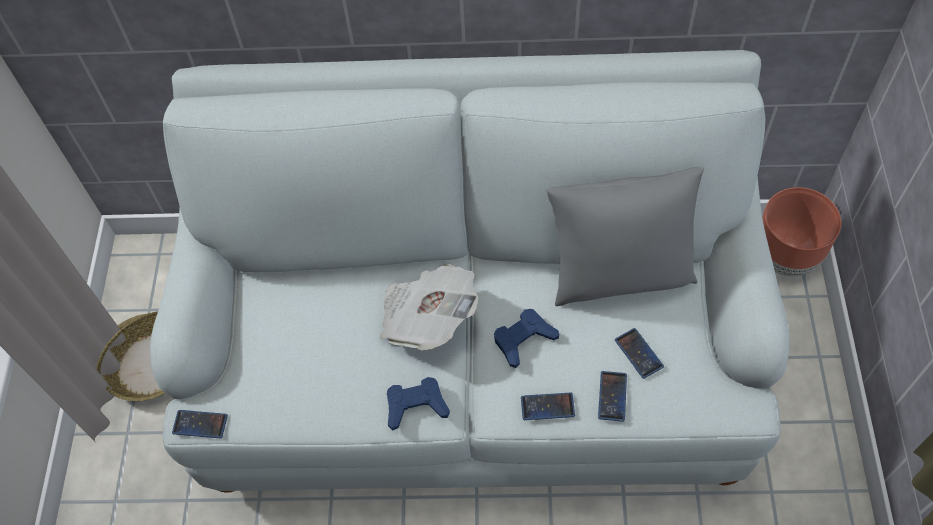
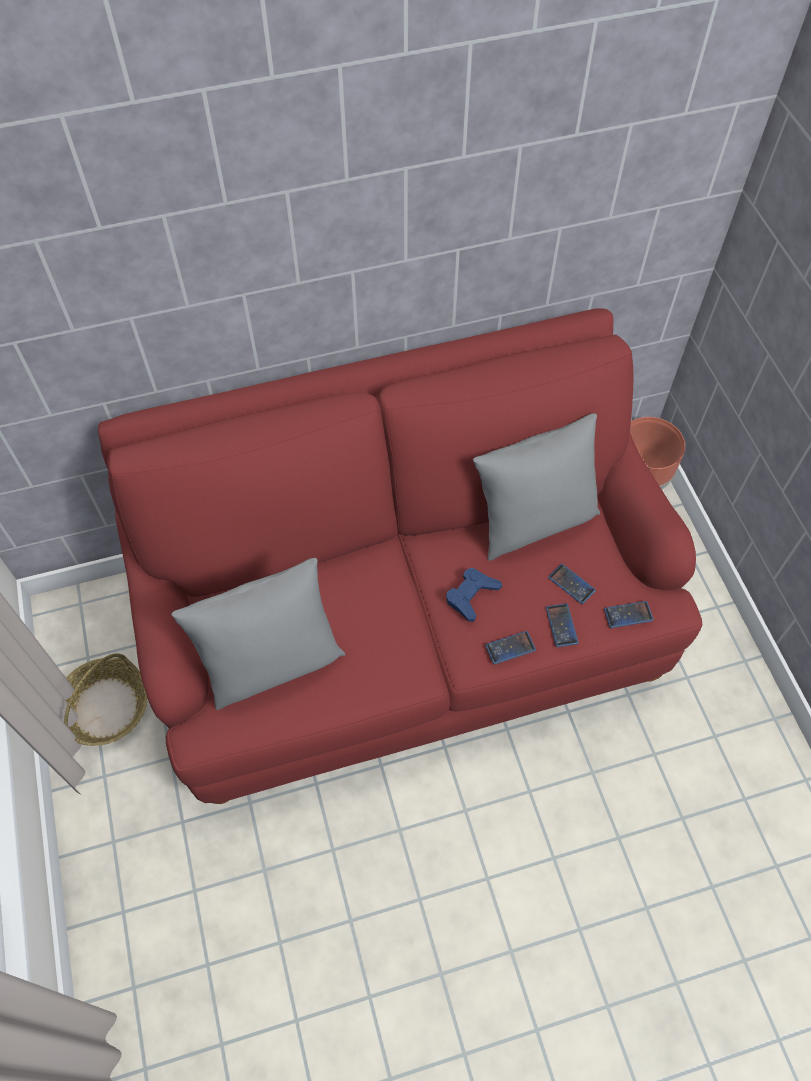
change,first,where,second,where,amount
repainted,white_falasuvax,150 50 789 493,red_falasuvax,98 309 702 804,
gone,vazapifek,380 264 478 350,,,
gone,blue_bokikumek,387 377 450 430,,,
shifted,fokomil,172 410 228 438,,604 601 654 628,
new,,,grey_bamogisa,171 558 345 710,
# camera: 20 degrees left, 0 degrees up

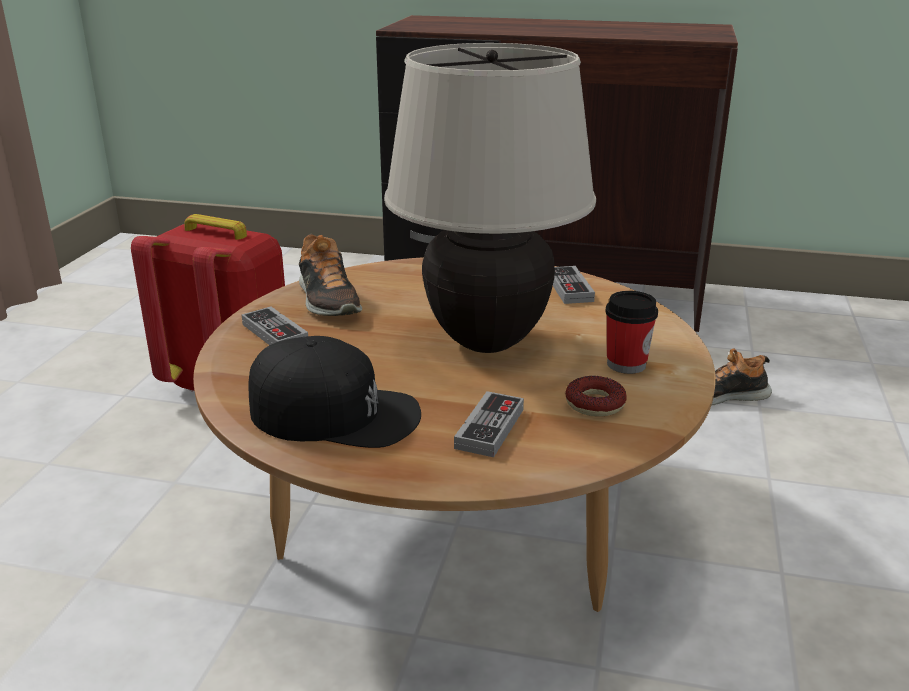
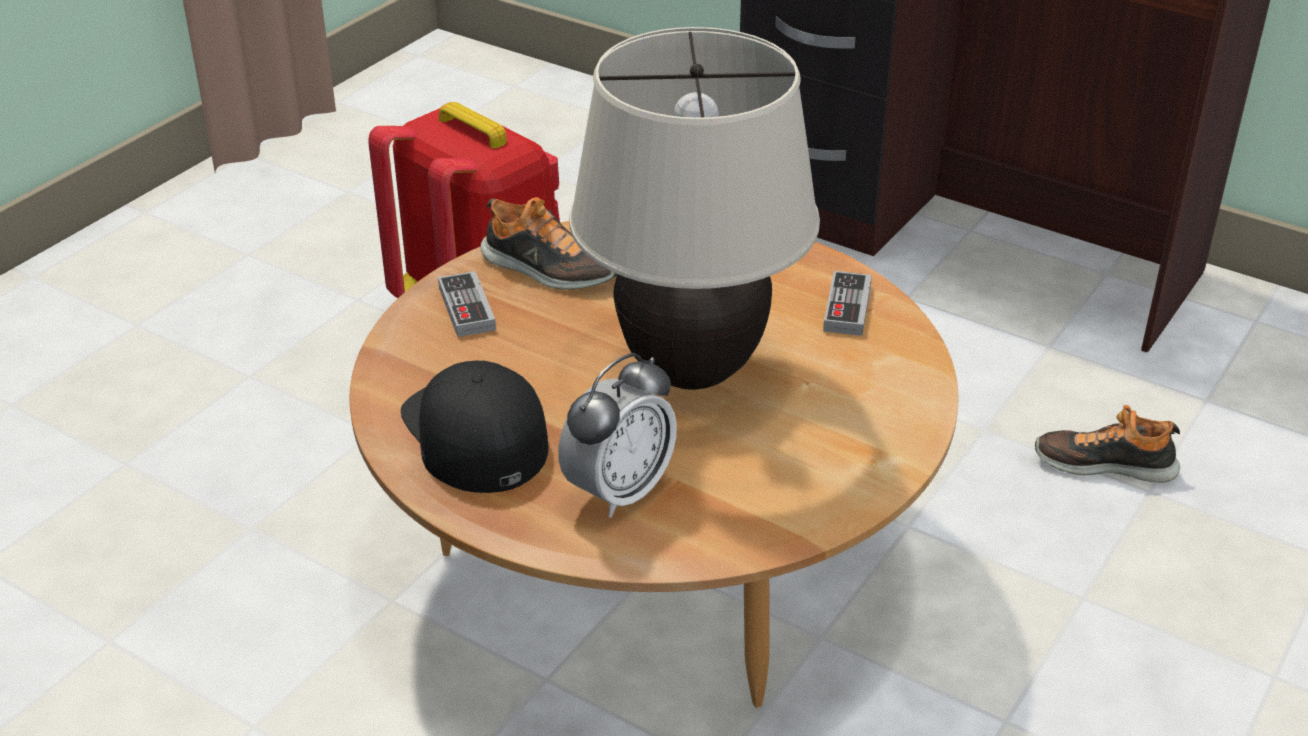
change,first,where,second,where,amount
rotated,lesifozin,299 234 362 316,,481 197 617 290,60 degrees counterclockwise
gone,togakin,605 291 658 374,,,
rotated,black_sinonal,249 336 421 448,,401 360 549 493,150 degrees counterclockwise
gone,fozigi,565 376 627 417,,,
swapped,bokikumek,454 391 524 457,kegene,558 353 677 518,
# camera: 20 degrees right, 10 degrees up

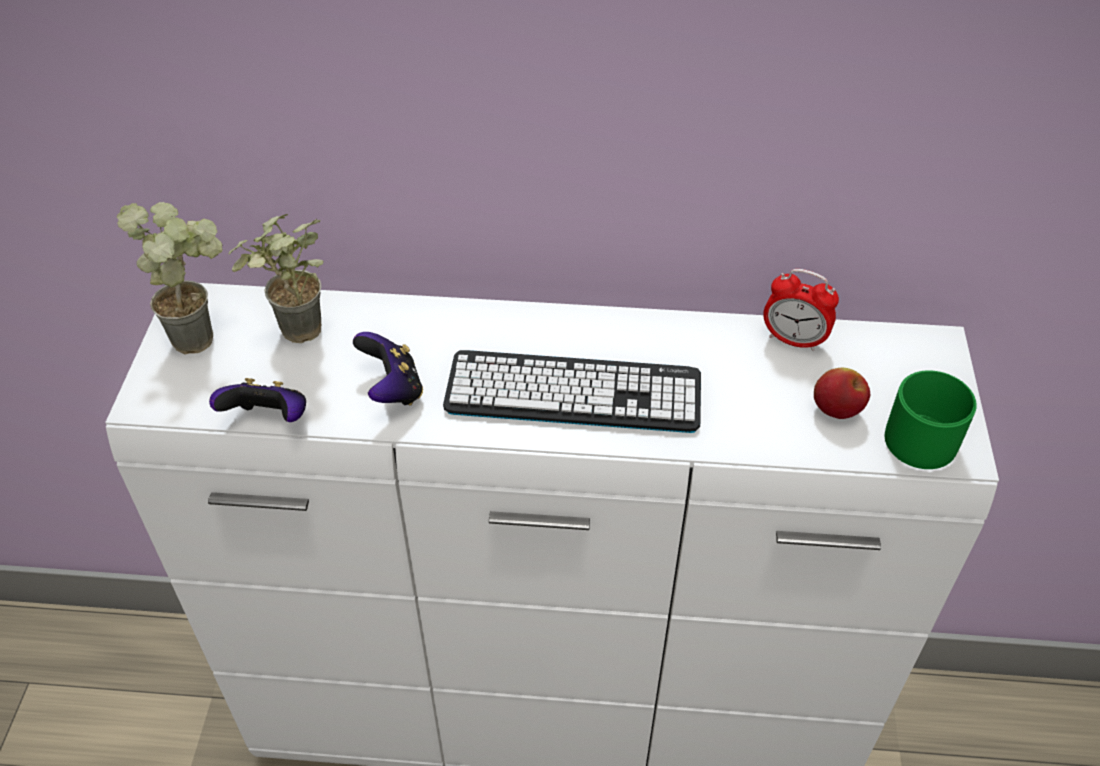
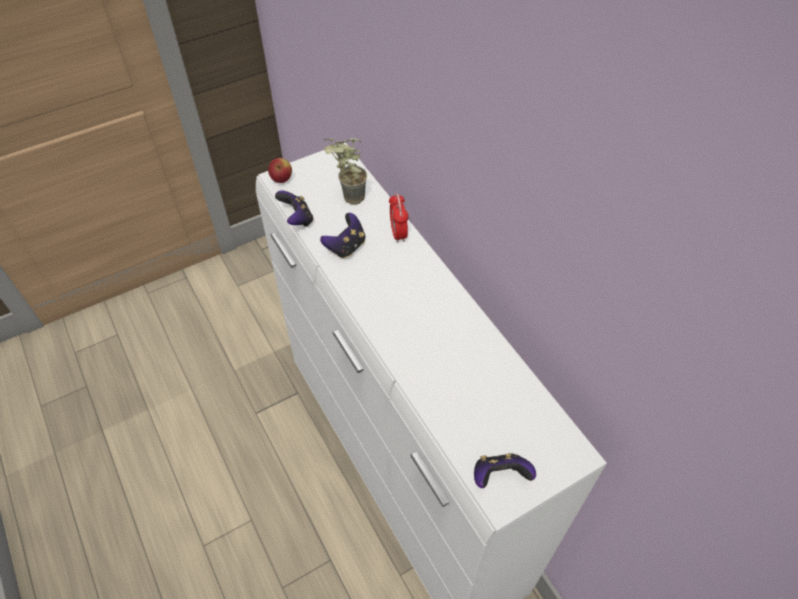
change,first,where,second,where,amount
gone,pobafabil,117 202 222 355,,,
shifted,kegene,763 269 839 351,,389 193 409 243,
gone,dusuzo,443 350 701 433,,,
shifted,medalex,814 368 870 419,,268 158 292 183,
swapped,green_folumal,885 370 977 469,bokikumek,474 454 536 488,
# camera: 55 degrees right, 5 degrees up

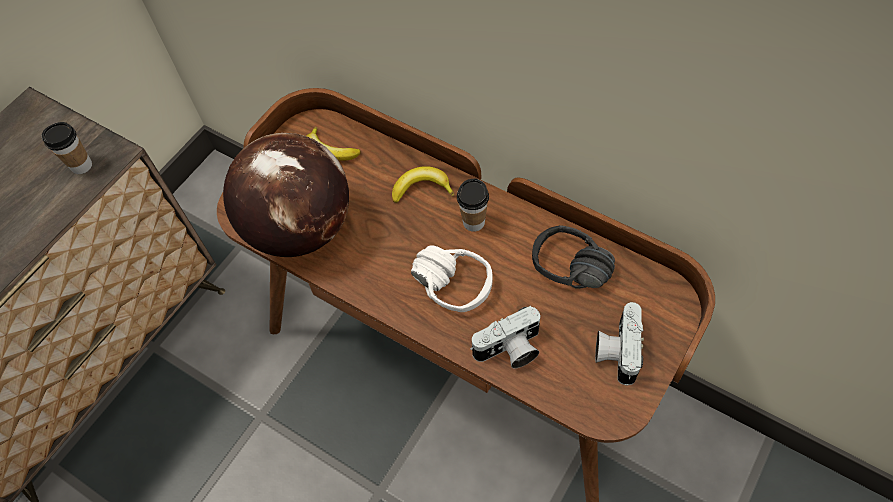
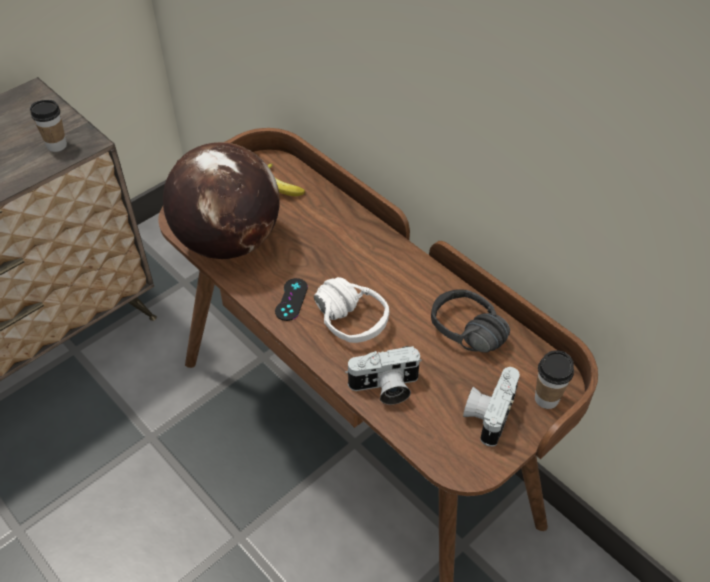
change,first,where,second,where,amount
gone,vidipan,392 166 454 203,,,
shifted,togakin,457 179 489 232,,535 350 574 409,
new,,,black_bokikumek,275 278 308 321,
# camera: 10 degrees right, 10 degrees down

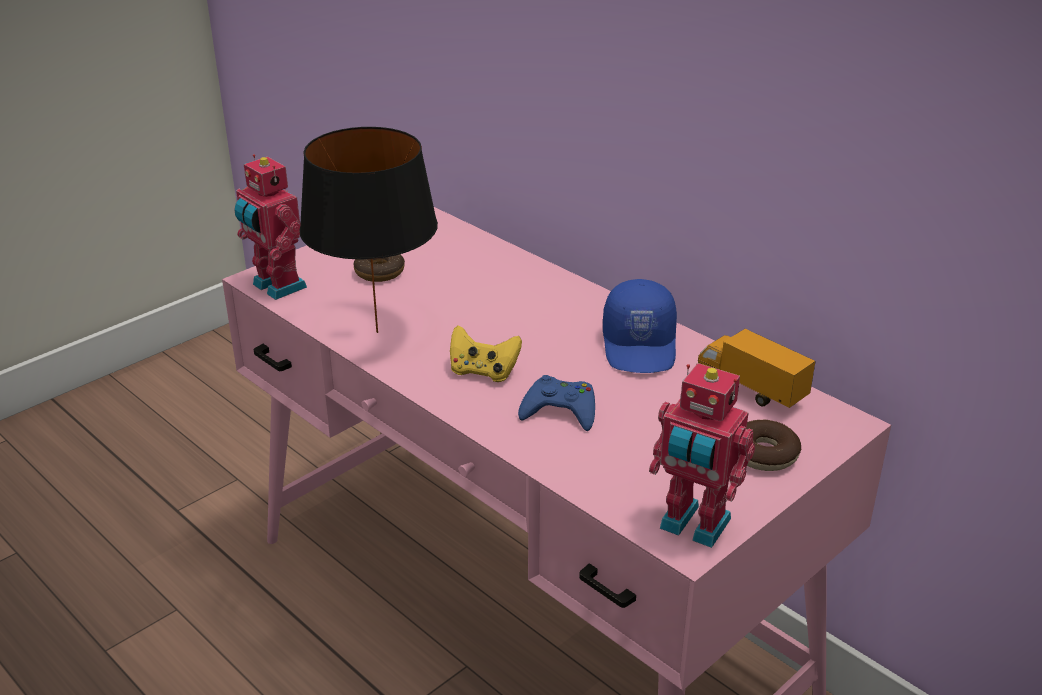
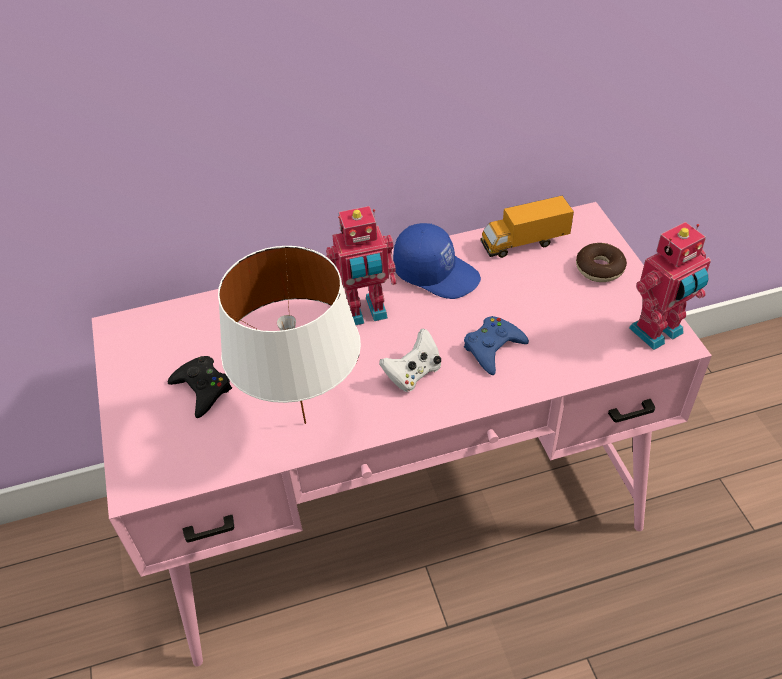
change,first,where,second,where,amount
repainted,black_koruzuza,299 127 438 333,white_koruzuza,218 246 361 424,
shifted,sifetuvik,234 154 307 300,,326 206 396 325,
swapped,fozigi,354 254 405 282,black_bokikumek,168 356 232 418,
repainted,yellow_bokikumek,450 325 522 382,white_bokikumek,379 328 441 392,
# camera: 60 degrees left, 15 degrees up

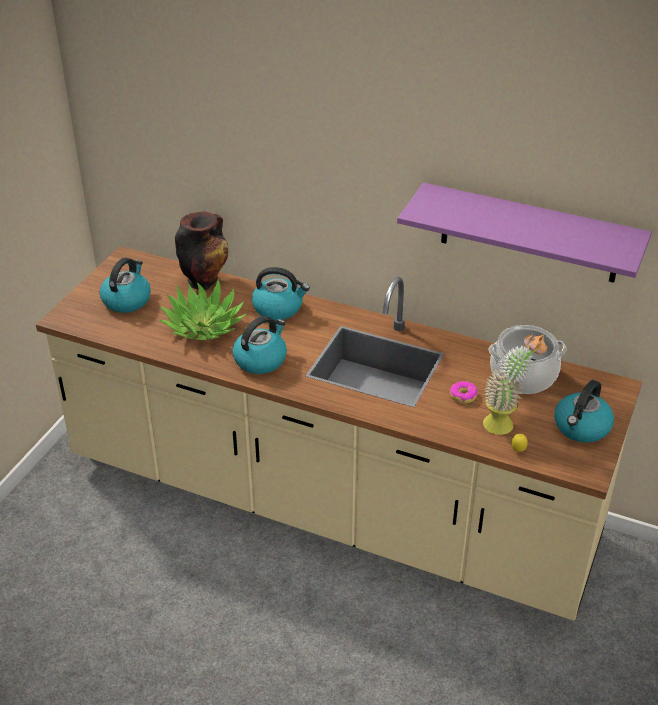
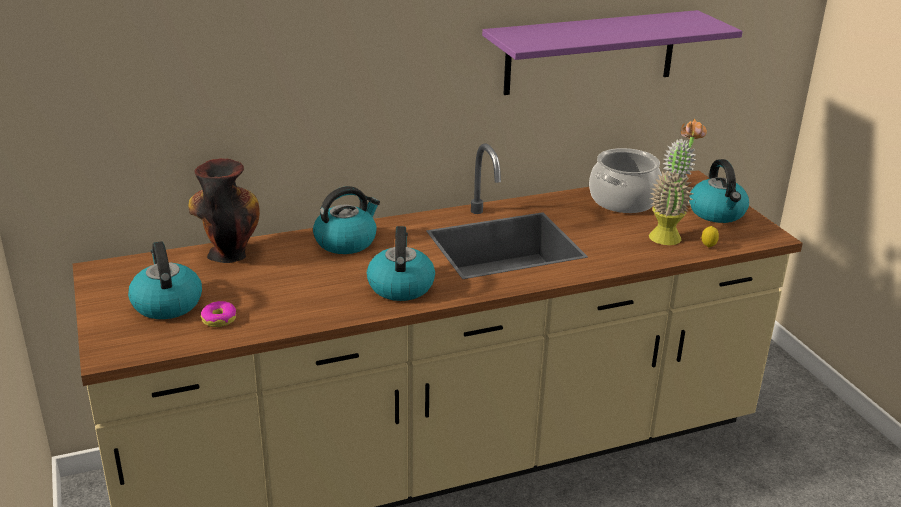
change,first,where,second,where,amount
gone,pobafabil,159 279 246 340,,,
shifted,fozigi,450 381 478 403,,201 301 236 327,
# camera: 45 degrees left, 10 degrees down

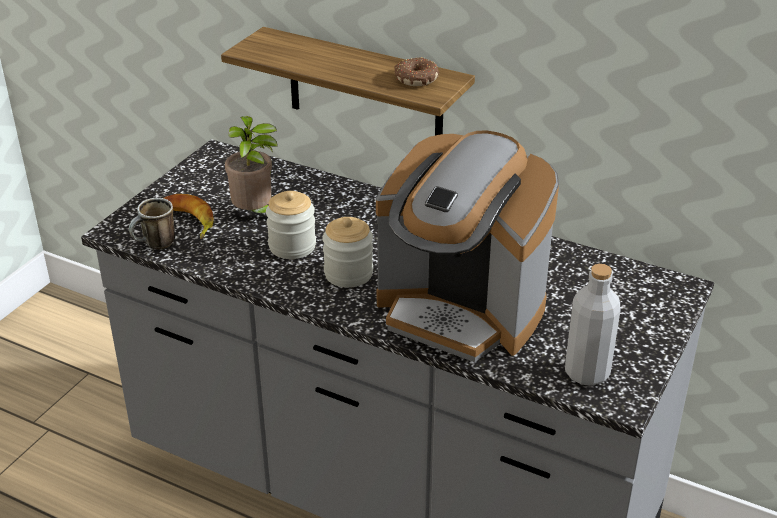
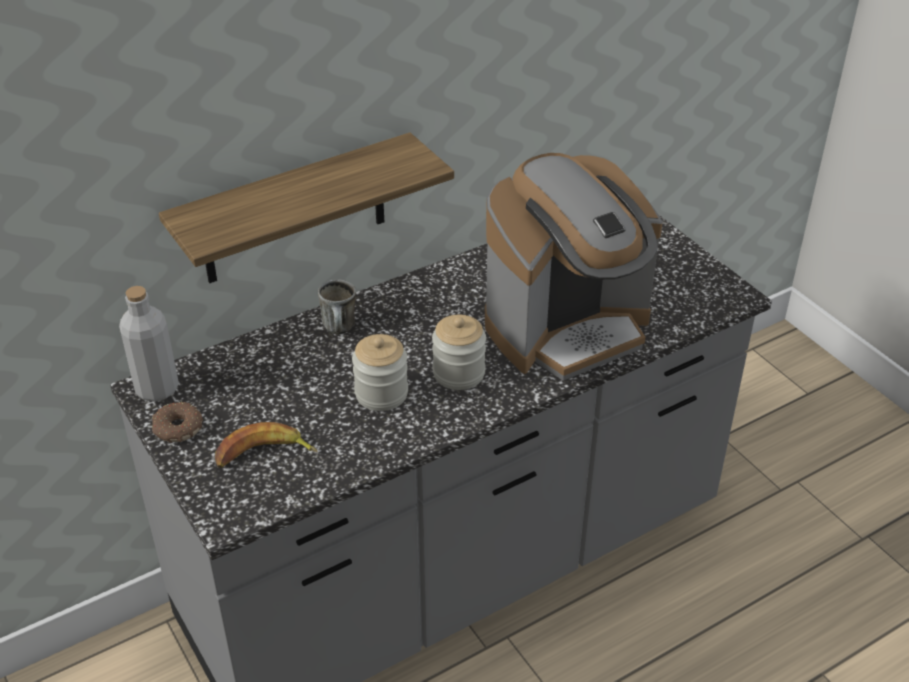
change,first,where,second,where,amount
shifted,fozigi,394 57 439 86,,152 401 203 443,
gone,pobafabil,225 116 278 213,,,
shifted,folumal,129 198 175 250,,318 279 356 334,
shifted,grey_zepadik,565 264 620 386,,119 286 179 401,
# camera: 60 degrees left, 5 degrees up

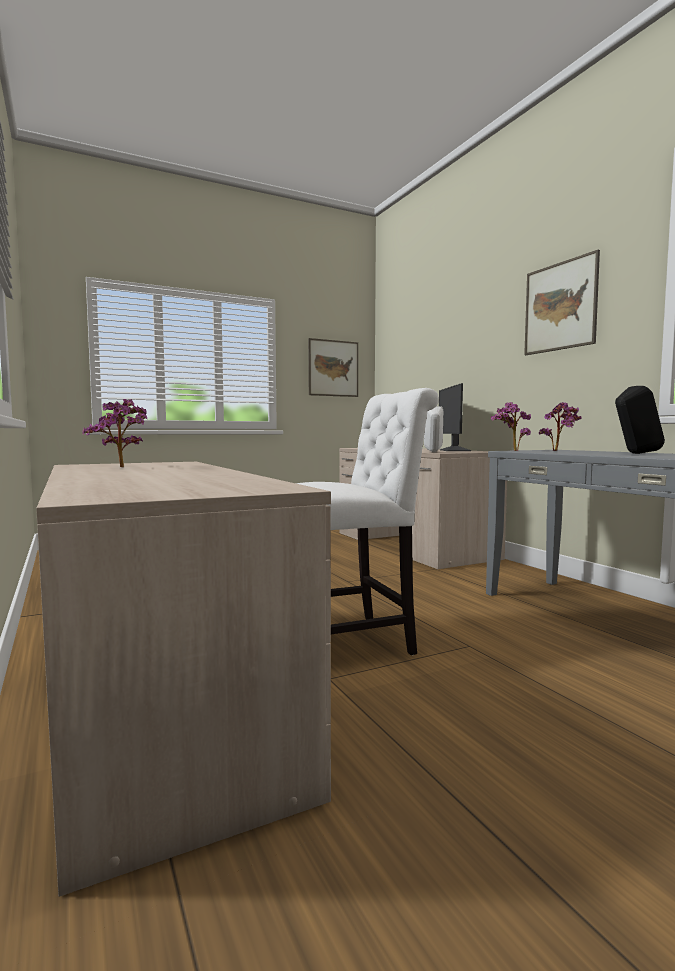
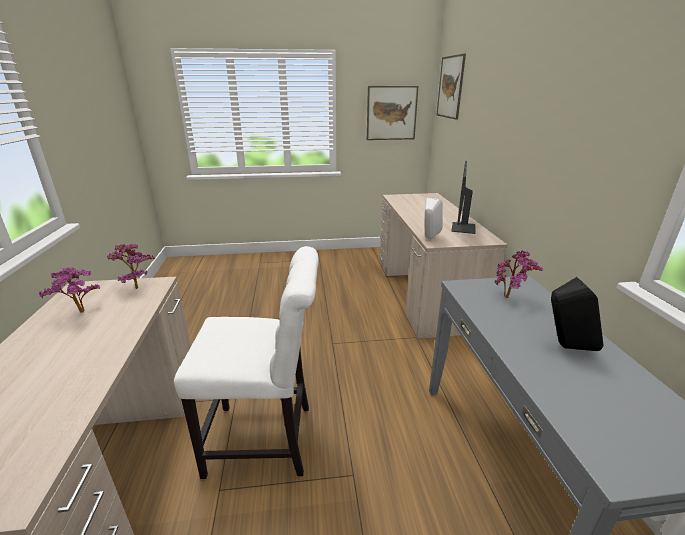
change,first,where,second,where,amount
shifted,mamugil,524 250 600 355,,437 54 466 120,
shifted,pobafabil,491 402 531 451,,107 244 155 289,
# camera: 20 degrees right, 20 degrees up

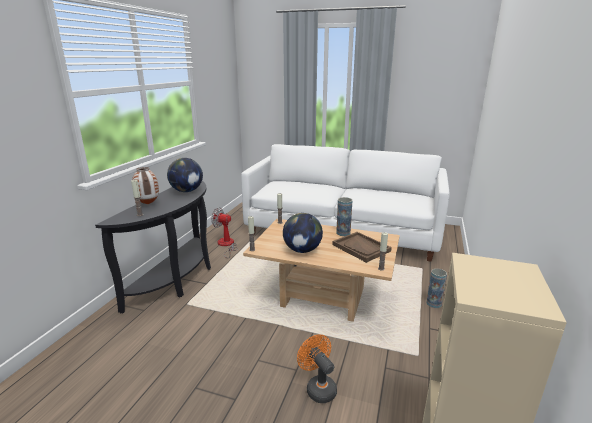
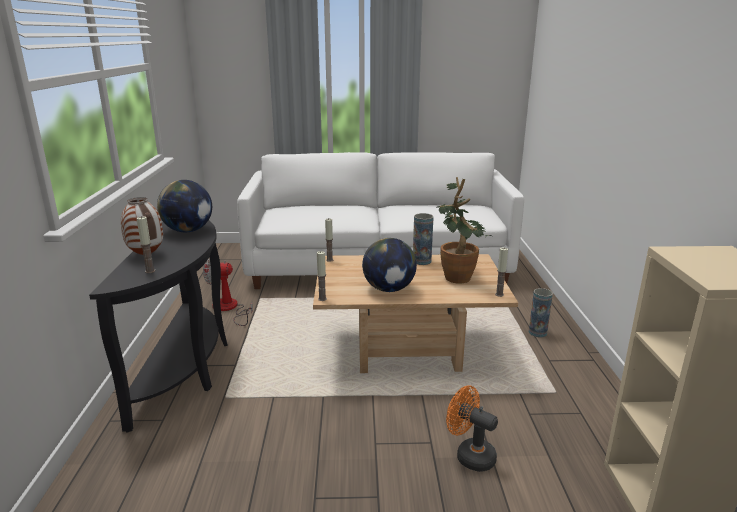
change,first,where,second,where,amount
swapped,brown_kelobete,332 232 392 263,pobafabil,436 177 492 284,
# camera: 20 degrees left, 0 degrees up

